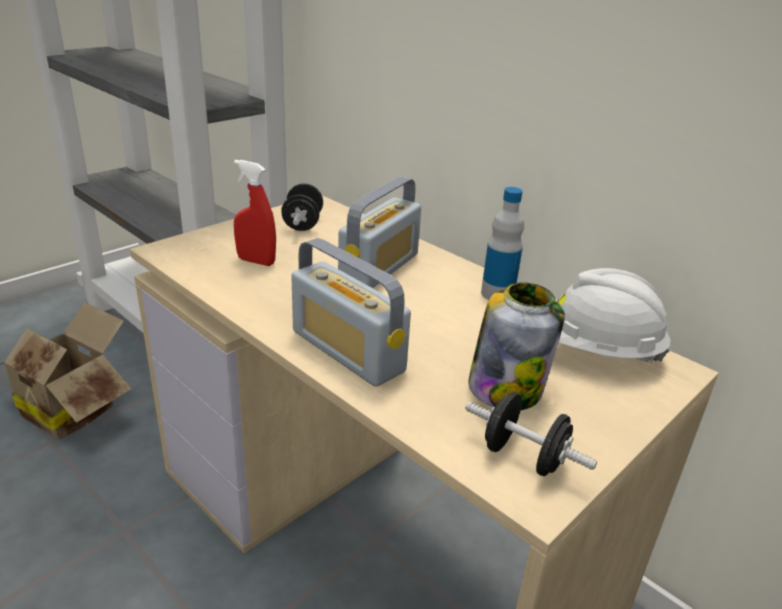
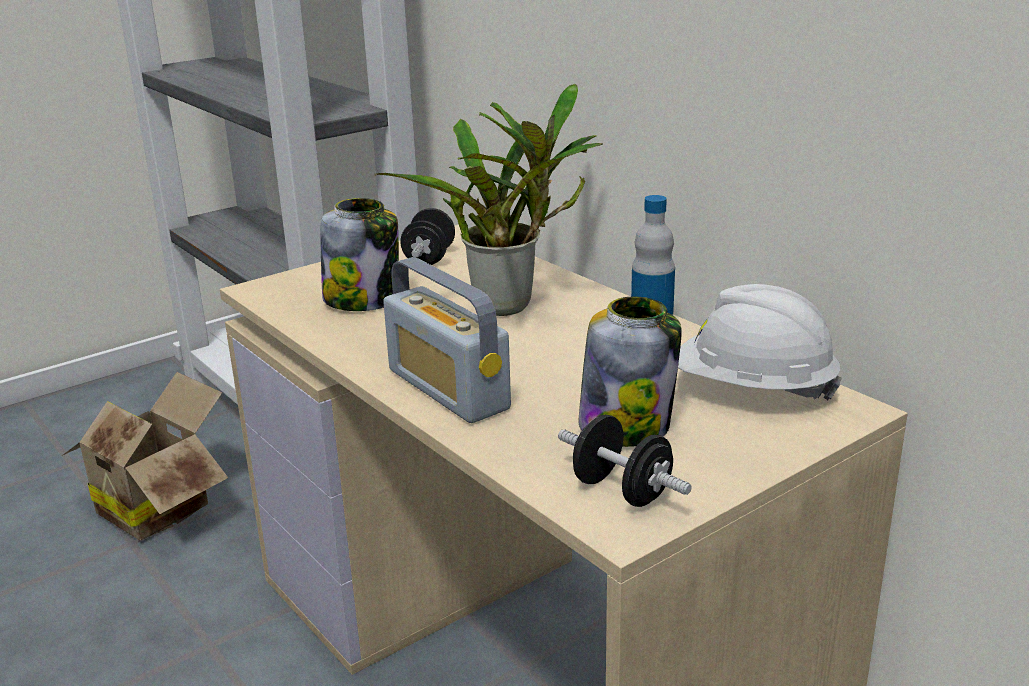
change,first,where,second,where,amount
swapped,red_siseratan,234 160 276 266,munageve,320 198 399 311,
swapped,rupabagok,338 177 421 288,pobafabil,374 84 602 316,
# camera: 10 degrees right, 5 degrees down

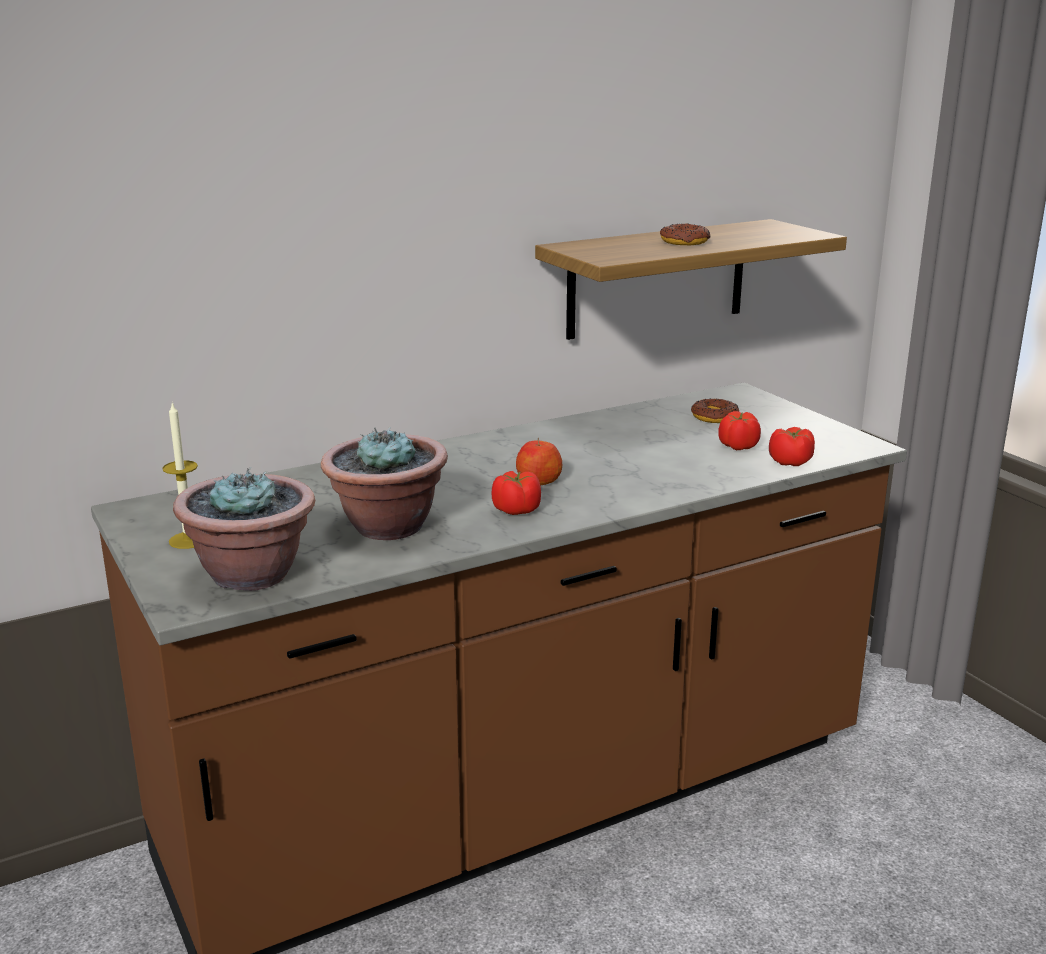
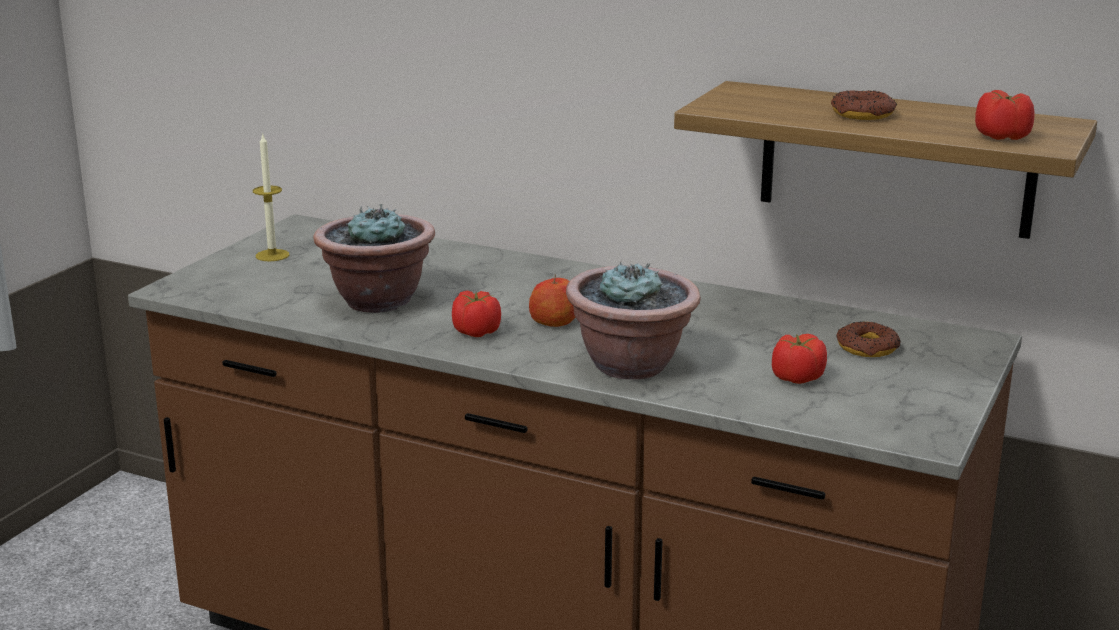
change,first,where,second,where,amount
shifted,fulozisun,769 427 815 466,,975 90 1035 140,
shifted,pobafabil,173 467 315 591,,566 262 701 379,
# camera: 55 degrees right, 0 degrees up

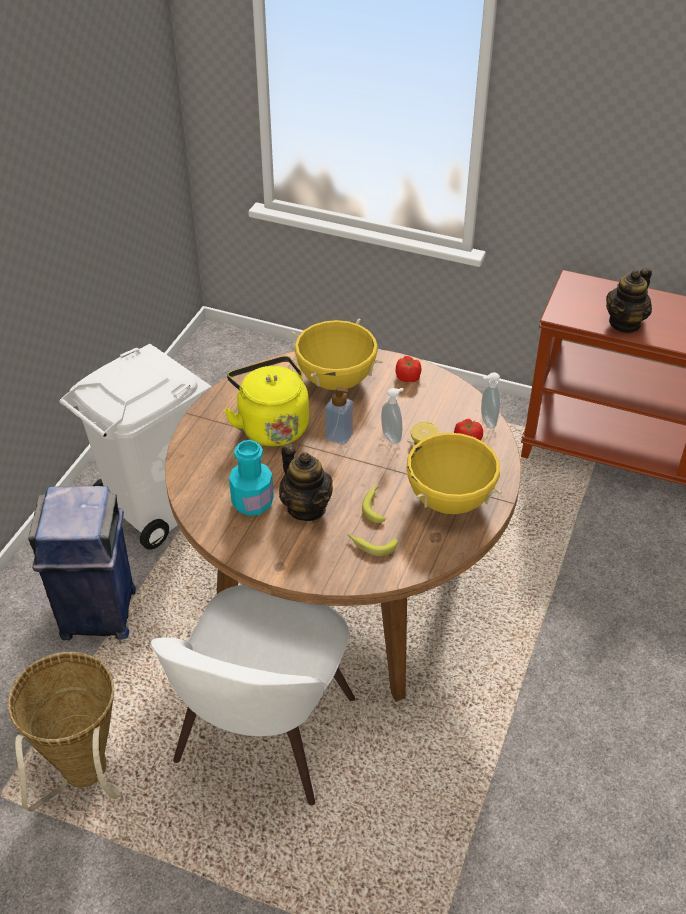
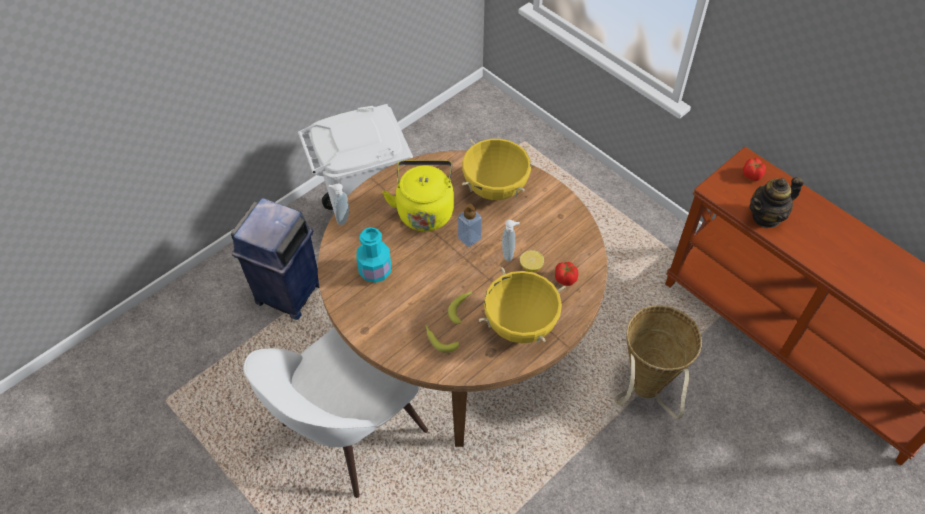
change,first,where,second,where,amount
shifted,fulozisun,396 356 421 382,,743 158 766 181,
shifted,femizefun,481 372 500 428,,329 184 349 225,
gone,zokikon,279 444 333 521,,,
shifted,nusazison,8 652 122 812,,614 305 702 419,
# camera: 25 degrees right, 10 degrees up

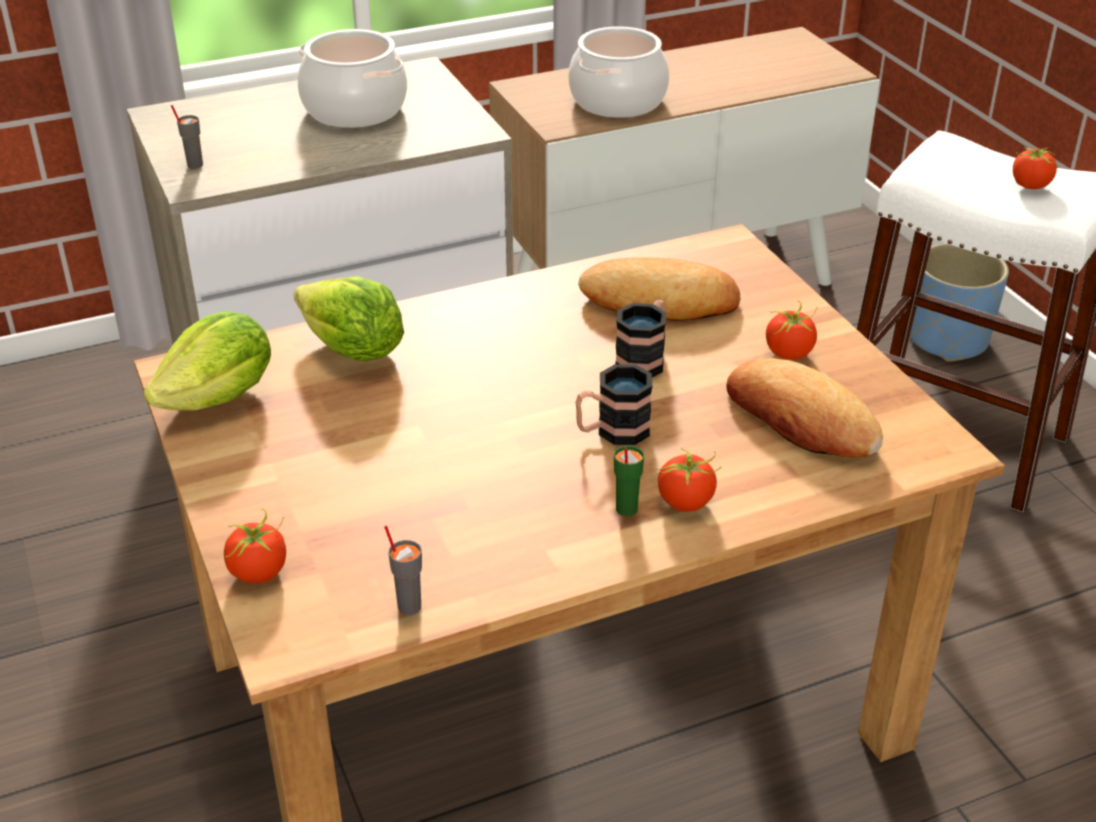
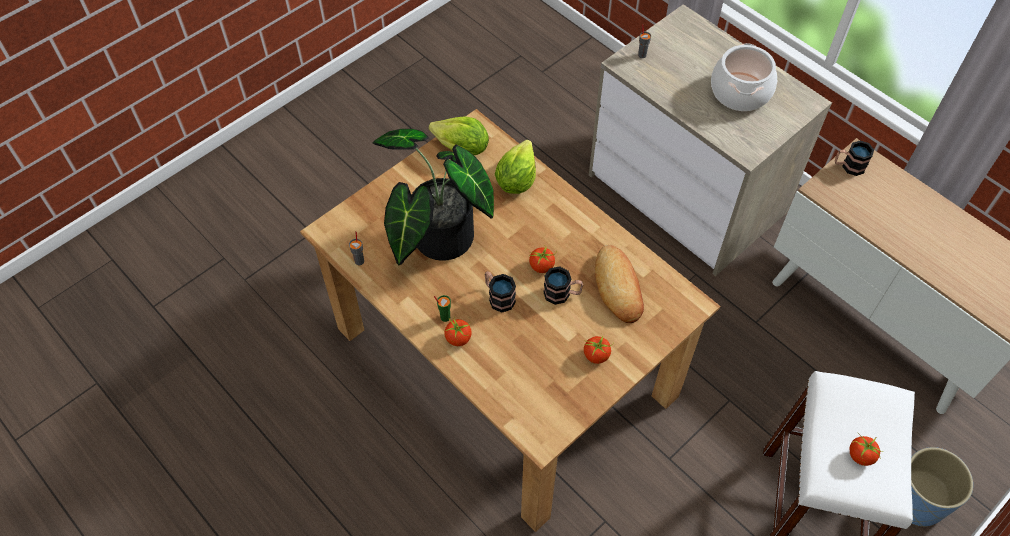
change,first,where,second,where,amount
gone,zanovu,568 26 669 118,,,
gone,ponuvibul,726 358 883 458,,,
shifted,fulozisun,224 509 286 583,,529 244 557 273,
new,,,pobafabil,373 129 494 265,
new,,,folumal,835 141 874 176,
# camera: 70 degrees right, 20 degrees up

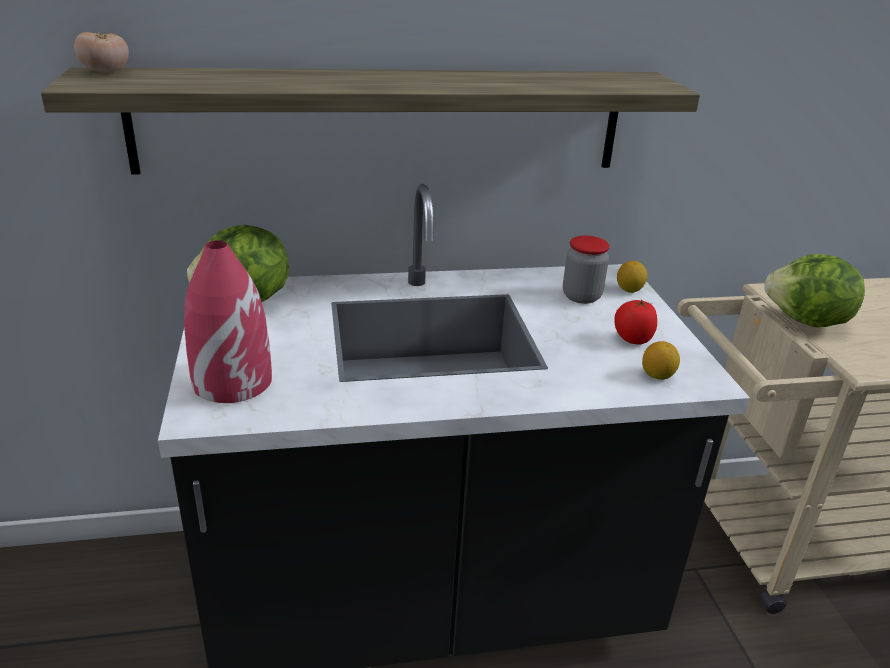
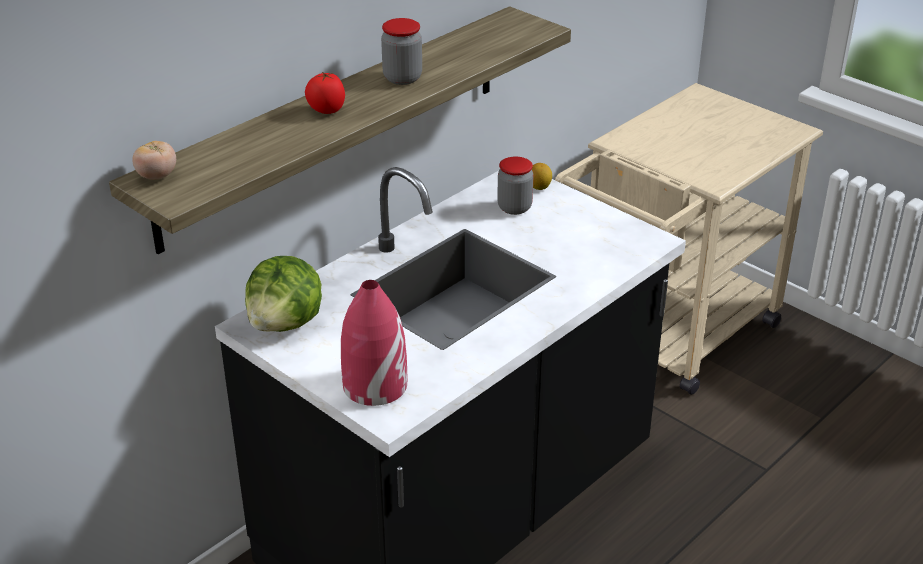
change,first,where,second,where,amount
gone,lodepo,765 254 865 327,,,
shifted,fulozisun,614 299 657 345,,305 72 345 114,
gone,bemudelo,642 341 680 380,,,
new,,,munageve,381 18 422 85,
# camera: 35 degrees left, 5 degrees up

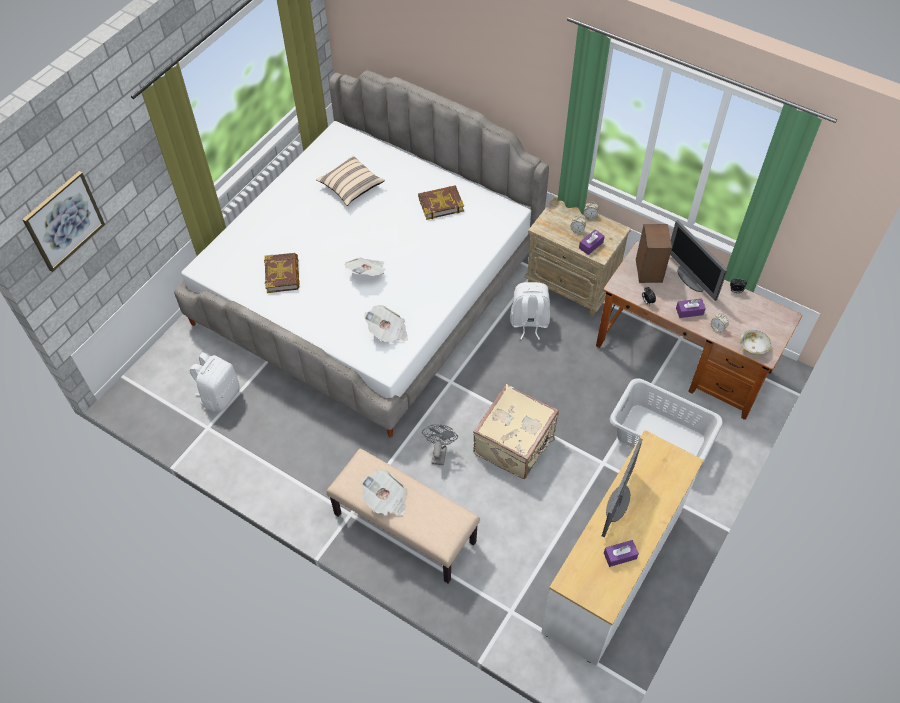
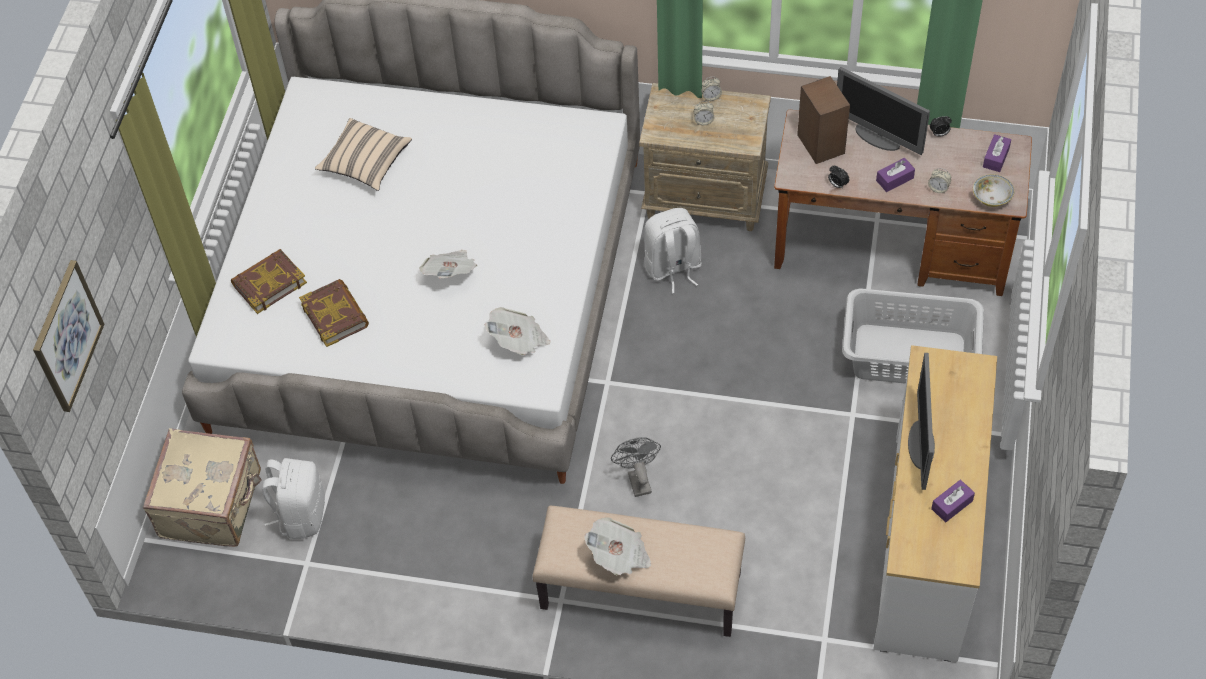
change,first,where,second,where,amount
shifted,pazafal,418 185 464 220,,231 249 307 314,
shifted,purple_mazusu,579 229 605 255,,983 134 1012 172,
shifted,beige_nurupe,473 384 559 479,,143 428 262 547,
# camera: 20 degrees left, 0 degrees up

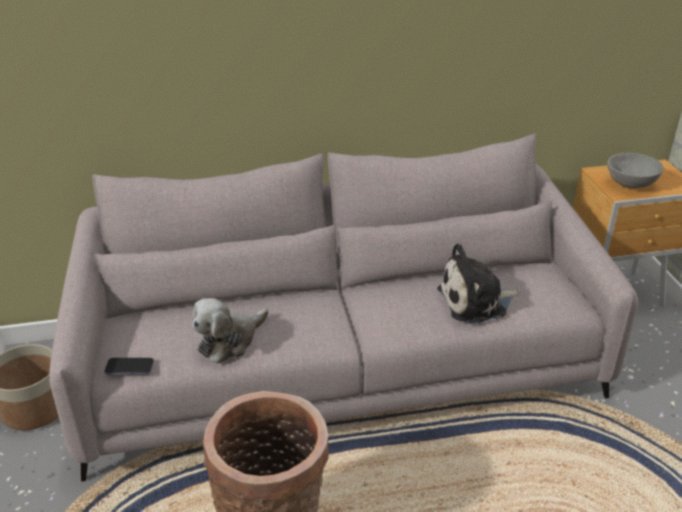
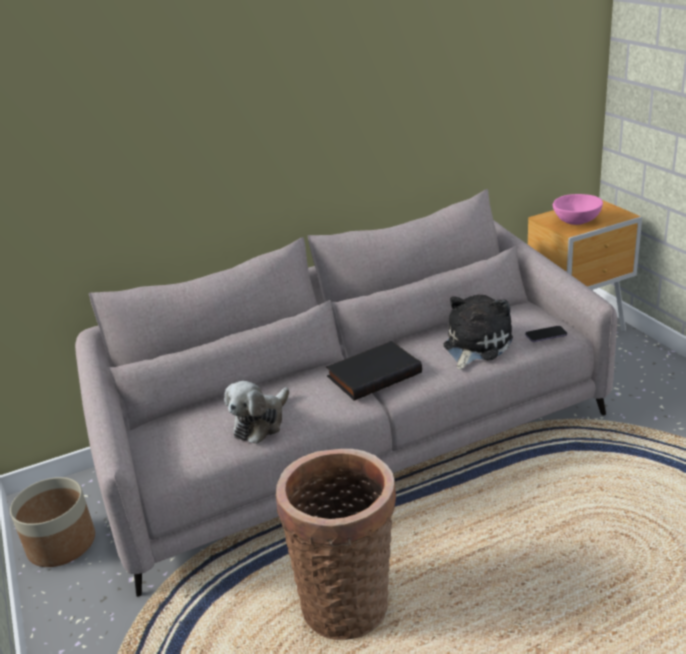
change,first,where,second,where,amount
repainted,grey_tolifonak,607 153 664 188,pink_tolifonak,553 194 603 225,
rotated,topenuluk,437 243 520 324,,443 295 513 370,150 degrees clockwise
shifted,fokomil,104 358 154 375,,525 326 567 342,
new,,,black_pazafal,326 341 422 400,
# camera: 10 degrees left, 5 degrees down

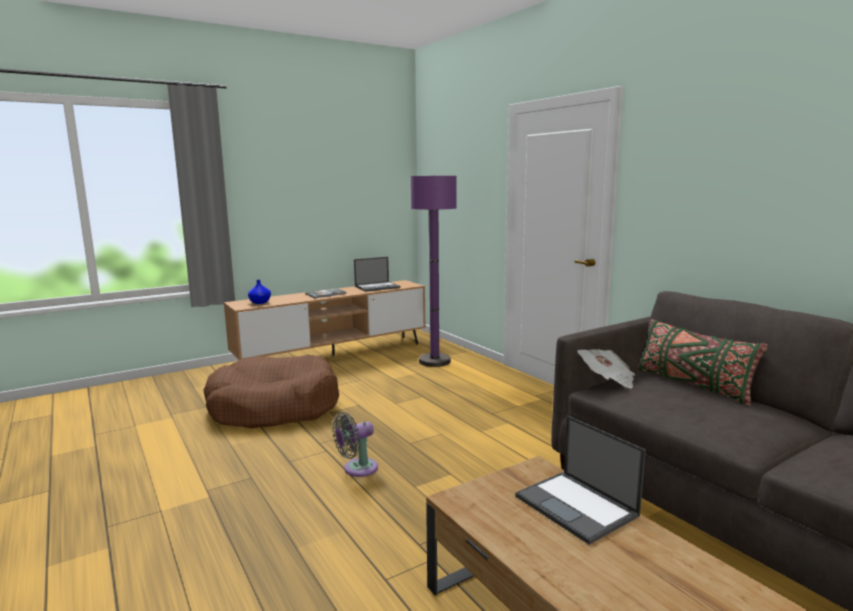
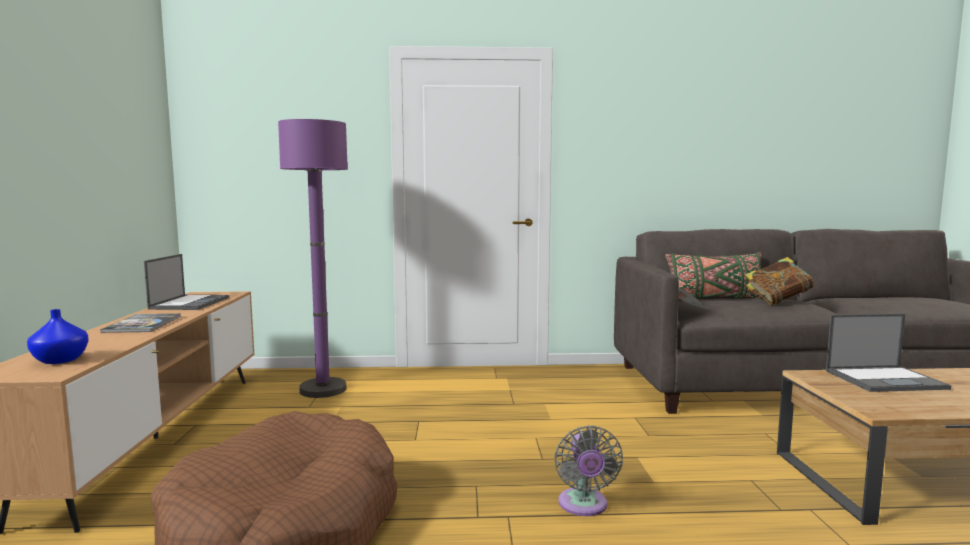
change,first,where,second,where,amount
new,,,pazafal,745 257 814 305,
# camera: 60 degrees left, 5 degrees down

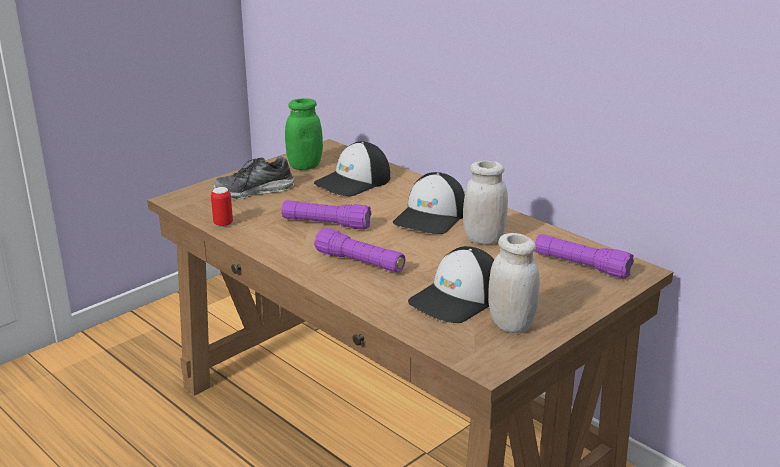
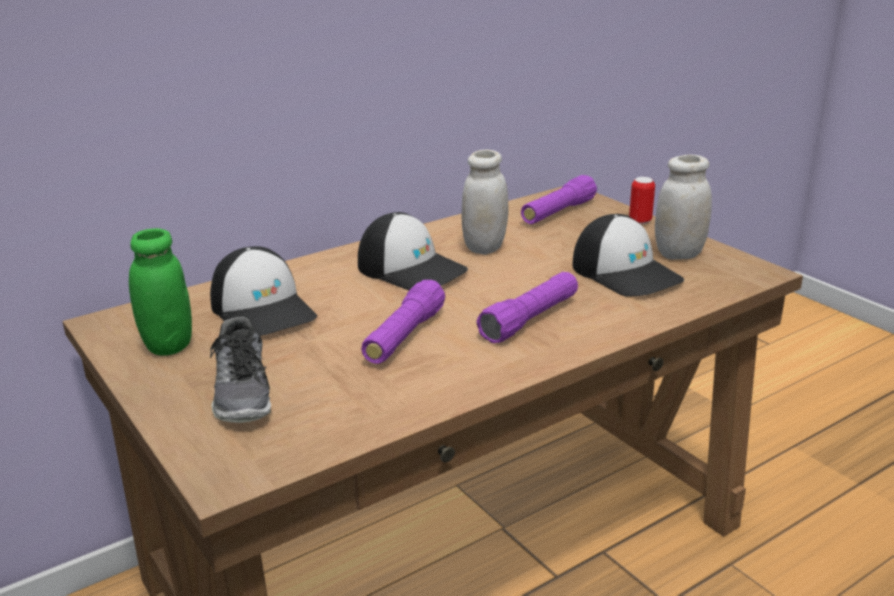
change,first,where,second,where,amount
shifted,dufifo,211 187 233 227,,629 177 655 224,
# camera: 80 degrees left, 0 degrees up

